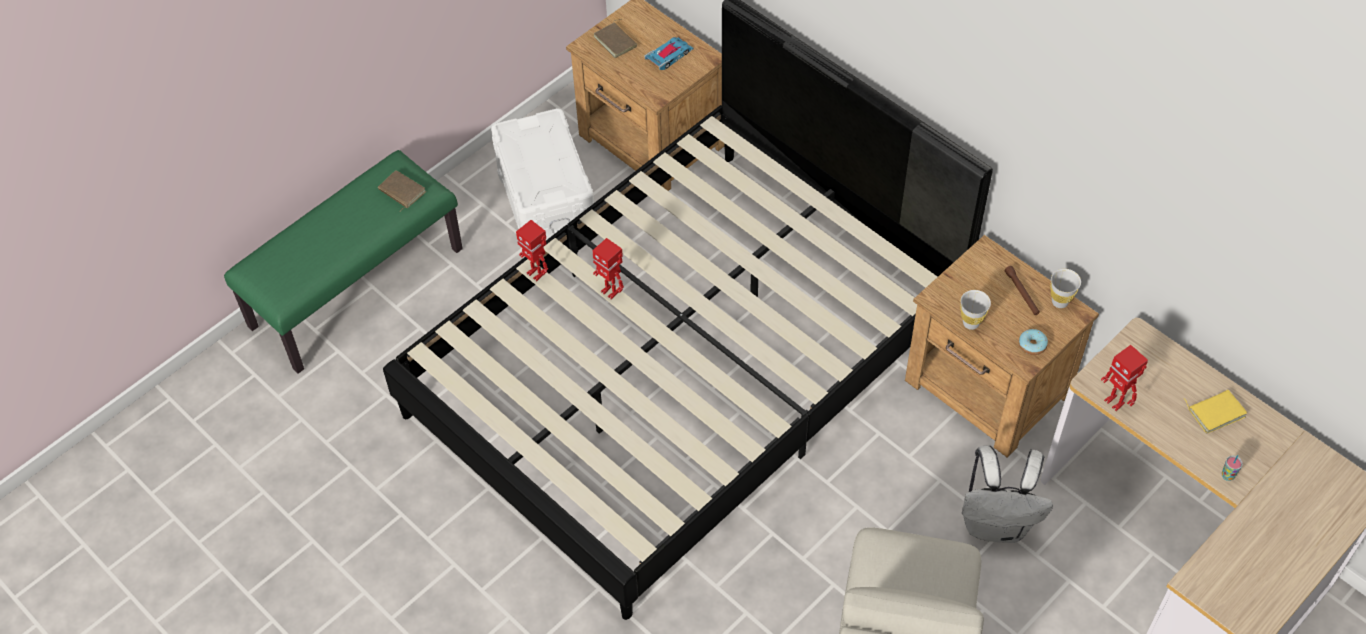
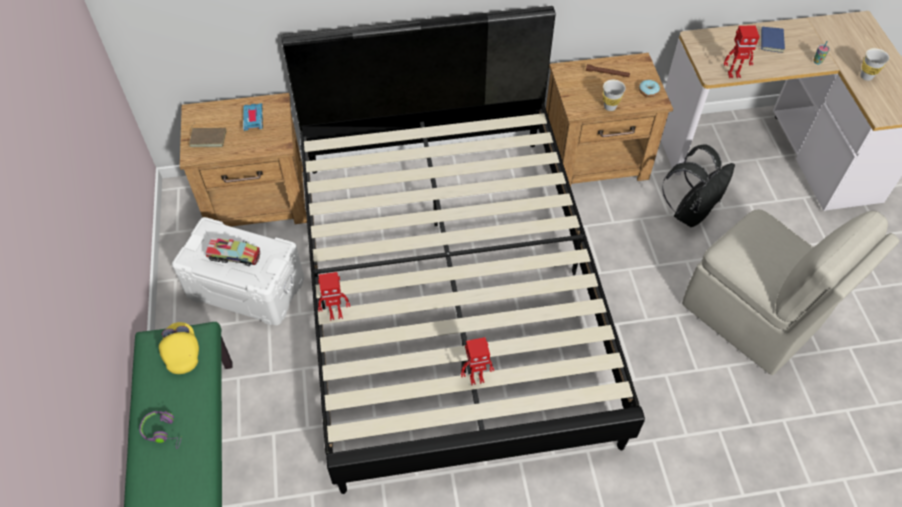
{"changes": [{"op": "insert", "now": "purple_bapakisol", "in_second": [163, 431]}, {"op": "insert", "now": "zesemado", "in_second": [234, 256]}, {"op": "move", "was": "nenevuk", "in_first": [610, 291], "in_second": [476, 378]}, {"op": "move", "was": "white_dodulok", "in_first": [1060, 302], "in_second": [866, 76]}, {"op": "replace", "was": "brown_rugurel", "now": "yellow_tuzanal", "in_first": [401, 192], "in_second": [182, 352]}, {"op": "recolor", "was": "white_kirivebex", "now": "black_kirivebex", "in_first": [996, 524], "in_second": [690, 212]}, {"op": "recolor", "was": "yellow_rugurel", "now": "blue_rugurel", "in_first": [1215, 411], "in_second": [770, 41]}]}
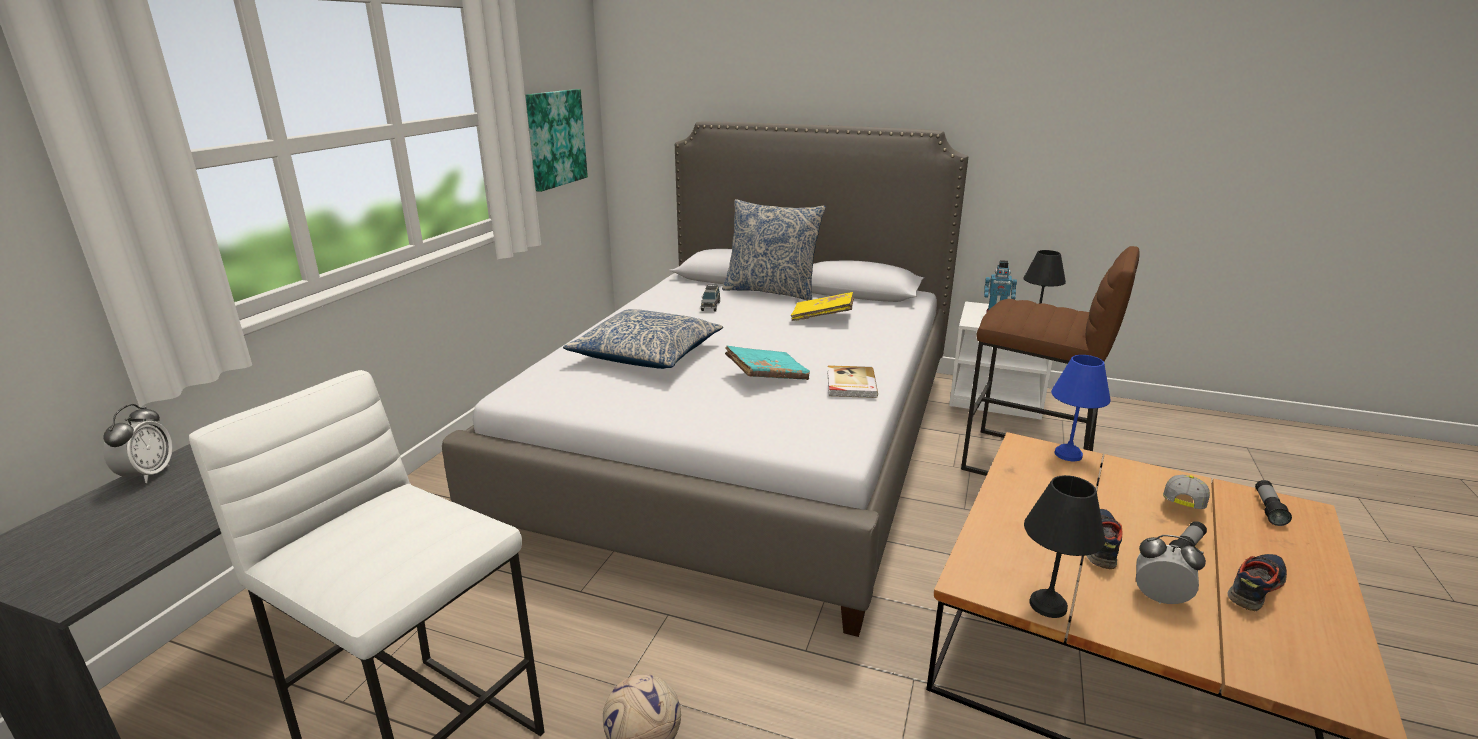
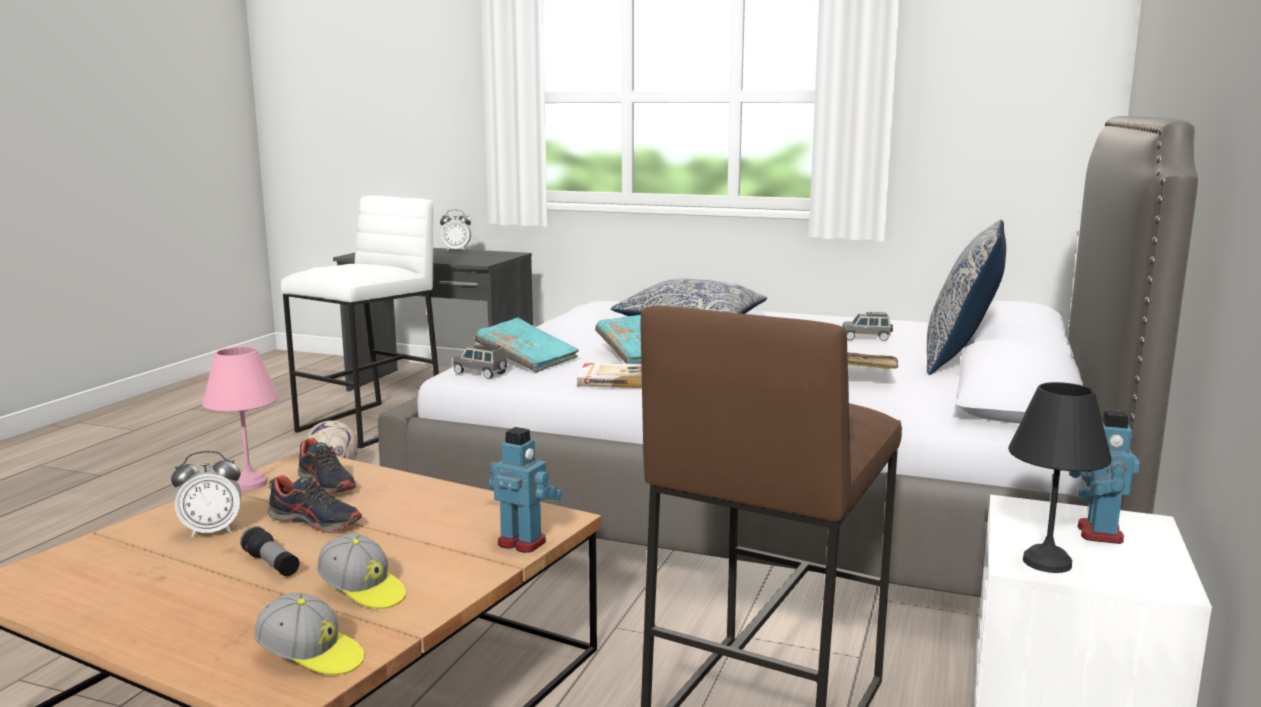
{"changes": [{"op": "delete", "was": "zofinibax", "in_first": [555, 138]}, {"op": "insert", "now": "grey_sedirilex", "in_second": [480, 373]}, {"op": "insert", "now": "turquoise_rugurel", "in_second": [526, 360]}, {"op": "move", "was": "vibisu", "in_first": [1254, 587], "in_second": [327, 484]}, {"op": "replace", "was": "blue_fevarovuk", "now": "nenevuk", "in_first": [1069, 455], "in_second": [522, 542]}, {"op": "replace", "was": "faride", "now": "tuzanal", "in_first": [1268, 509], "in_second": [311, 656]}, {"op": "recolor", "was": "black_fevarovuk", "now": "pink_fevarovuk", "in_first": [1046, 605], "in_second": [249, 483]}, {"op": "rotate", "was": "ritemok", "in_first": [1159, 598], "in_second": [212, 531], "clockwise": 45}]}
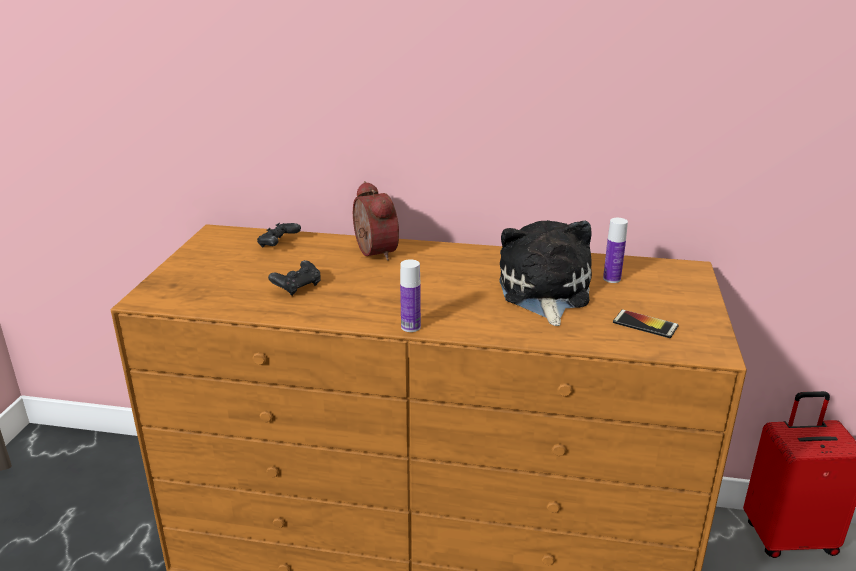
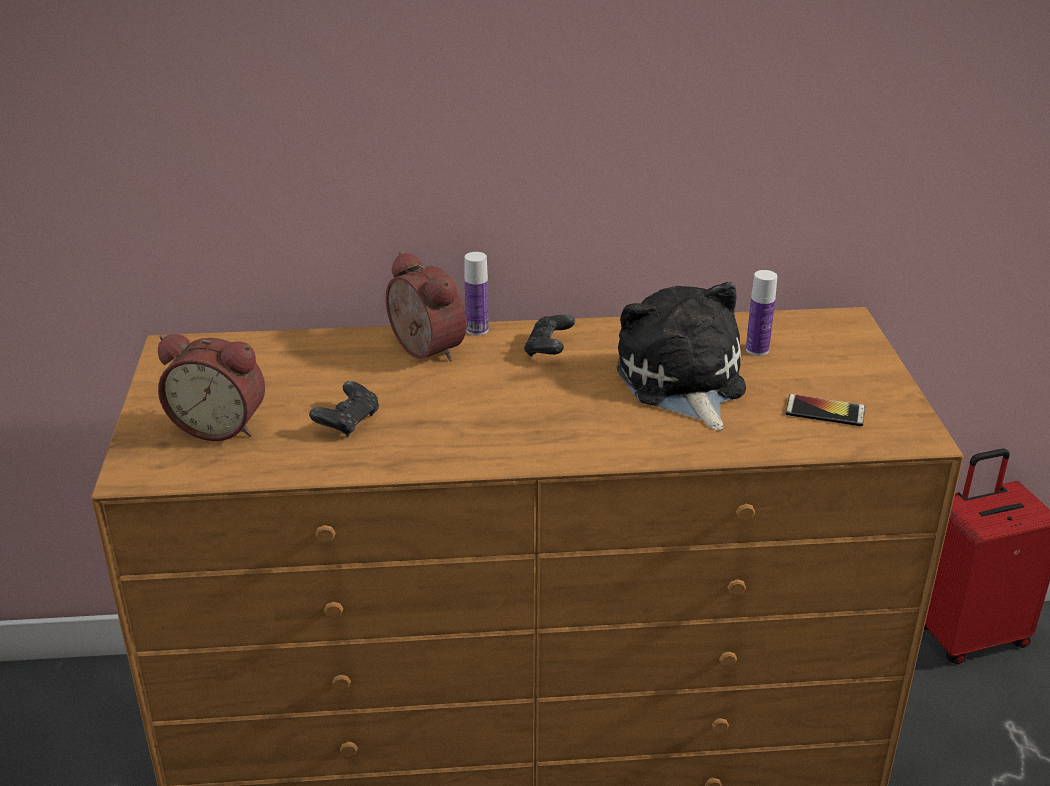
{"changes": [{"op": "insert", "now": "ritemok", "in_second": [220, 425]}, {"op": "move", "was": "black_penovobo", "in_first": [278, 244], "in_second": [548, 349]}, {"op": "move", "was": "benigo", "in_first": [410, 327], "in_second": [477, 330]}]}
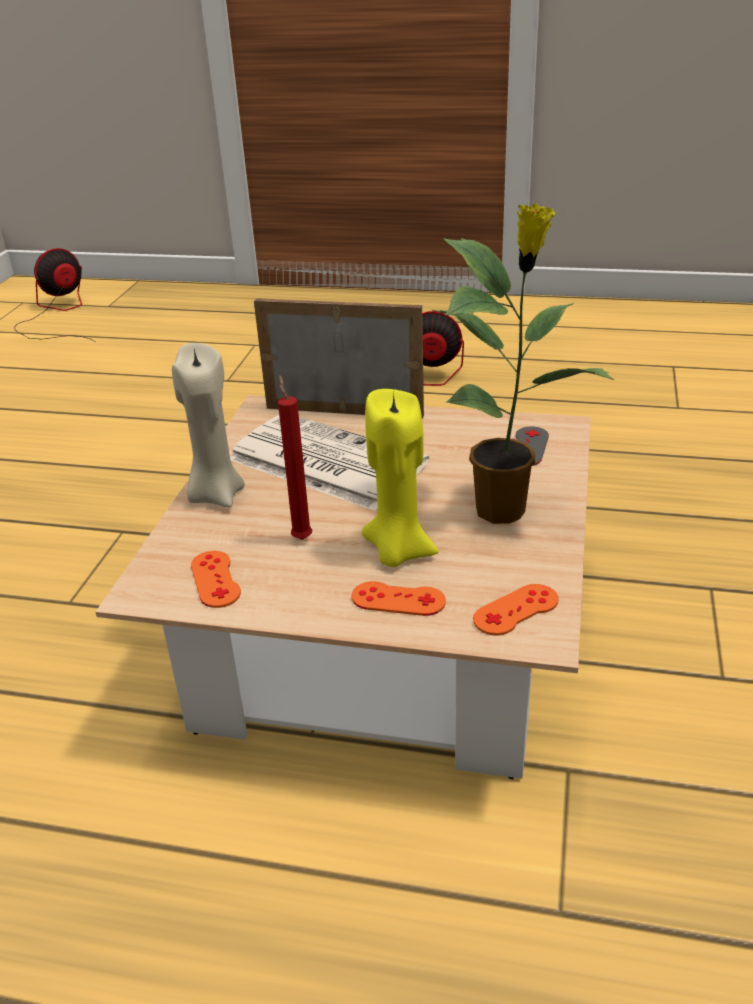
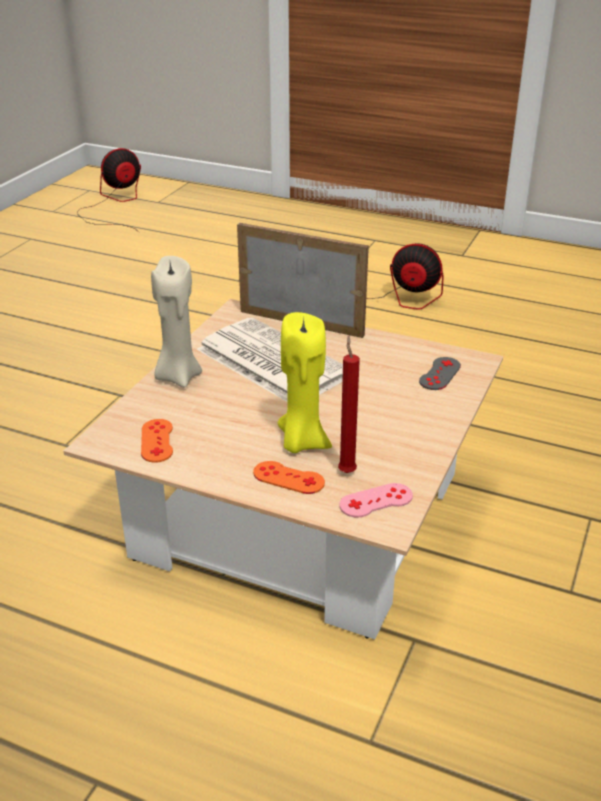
{"changes": [{"op": "delete", "was": "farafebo", "in_first": [504, 509]}, {"op": "move", "was": "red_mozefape", "in_first": [301, 537], "in_second": [346, 471]}, {"op": "recolor", "was": "orange_penovobo", "now": "pink_penovobo", "in_first": [516, 610], "in_second": [376, 501]}]}
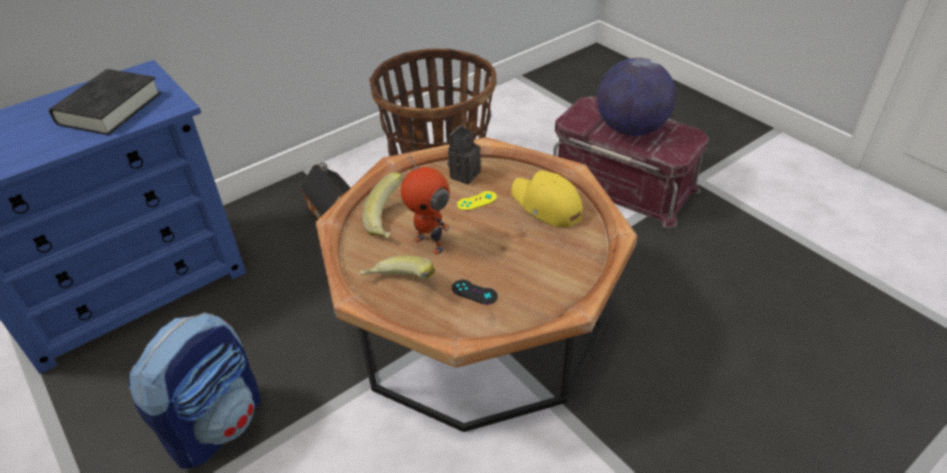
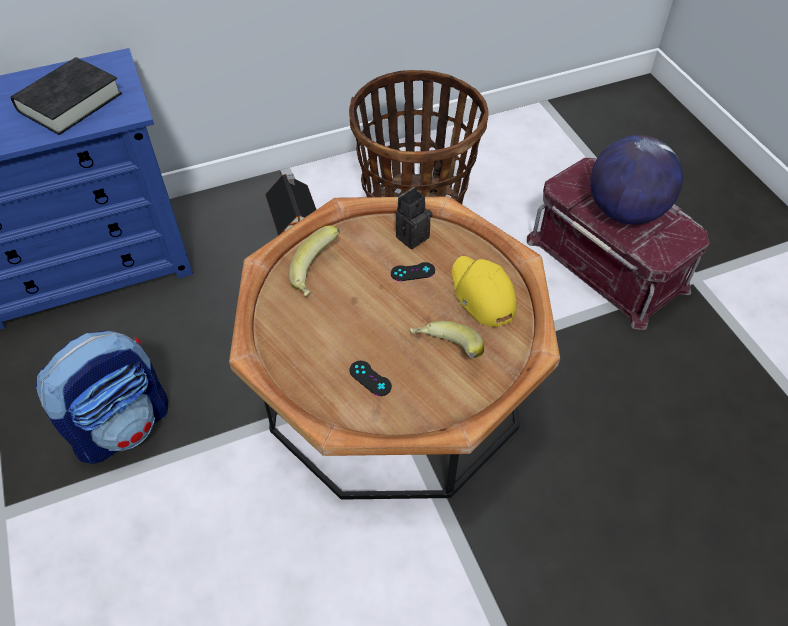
{"changes": [{"op": "delete", "was": "nenevuk", "in_first": [430, 243]}, {"op": "move", "was": "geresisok", "in_first": [398, 286], "in_second": [445, 352]}, {"op": "recolor", "was": "yellow_penovobo", "now": "black_penovobo", "in_first": [477, 201], "in_second": [412, 272]}]}
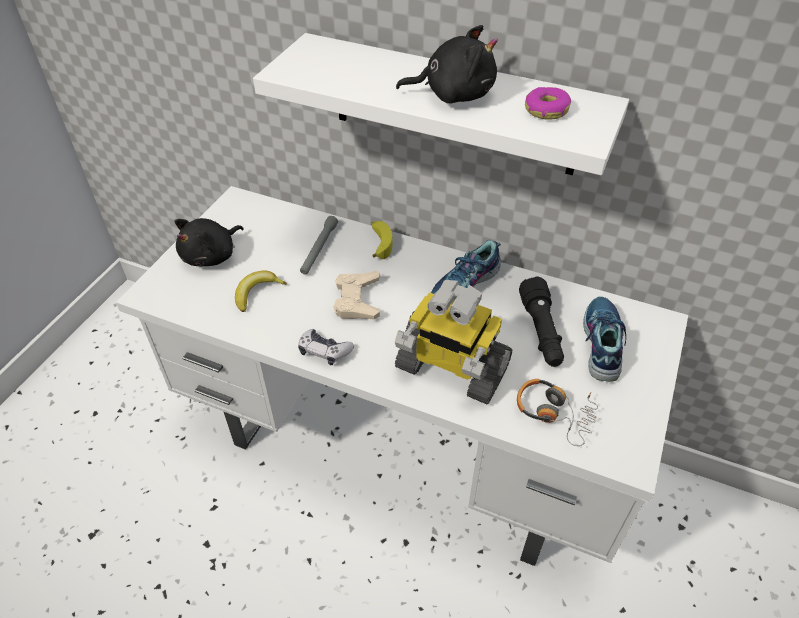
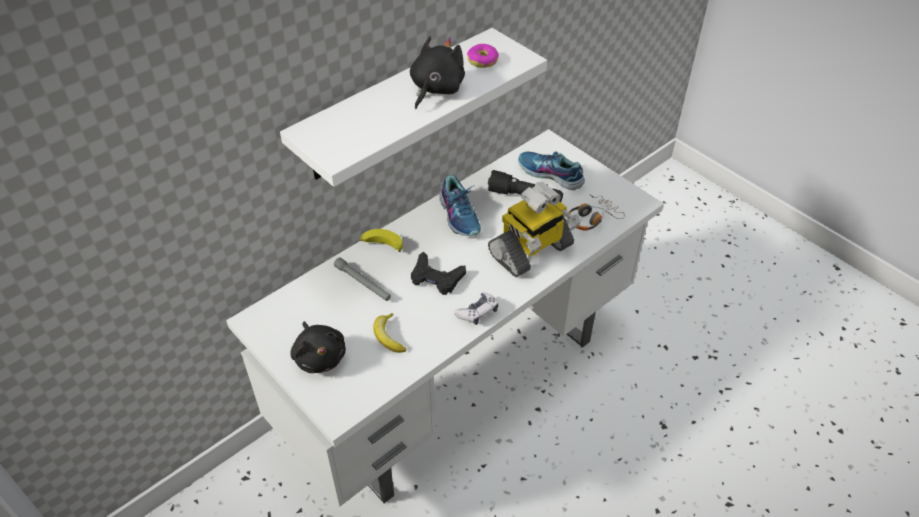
{"changes": [{"op": "recolor", "was": "beige_penovobo", "now": "black_penovobo", "in_first": [357, 300], "in_second": [436, 278]}]}
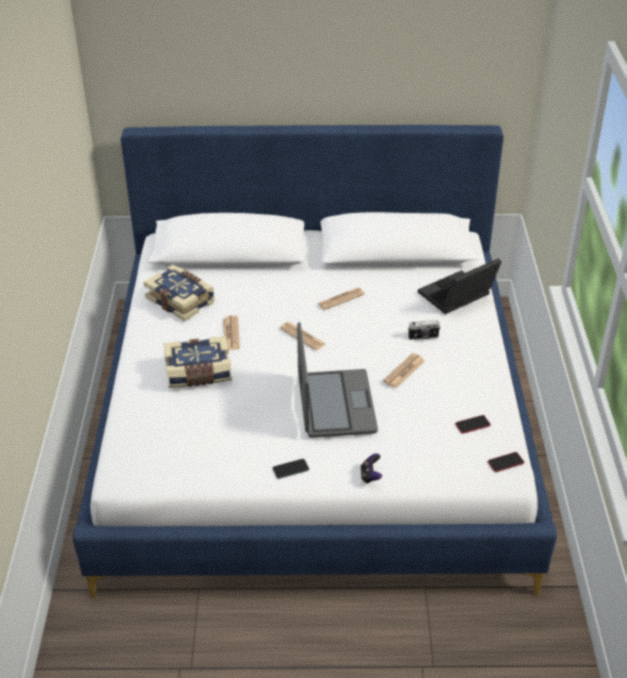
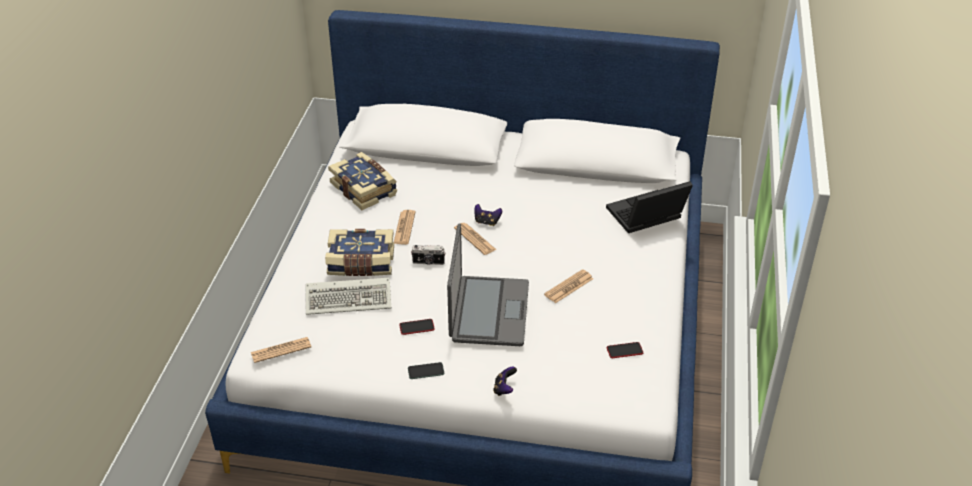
{"changes": [{"op": "insert", "now": "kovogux", "in_second": [350, 299]}, {"op": "insert", "now": "penovobo", "in_second": [487, 222]}, {"op": "move", "was": "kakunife", "in_first": [340, 299], "in_second": [281, 350]}, {"op": "move", "was": "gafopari", "in_first": [423, 337], "in_second": [428, 262]}, {"op": "move", "was": "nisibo", "in_first": [505, 462], "in_second": [417, 327]}]}
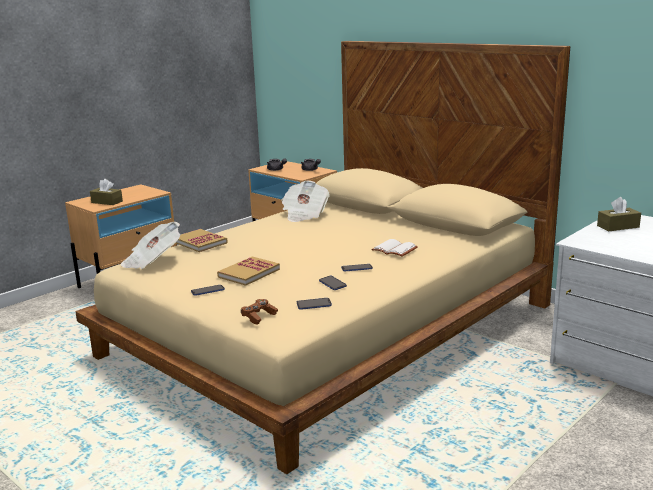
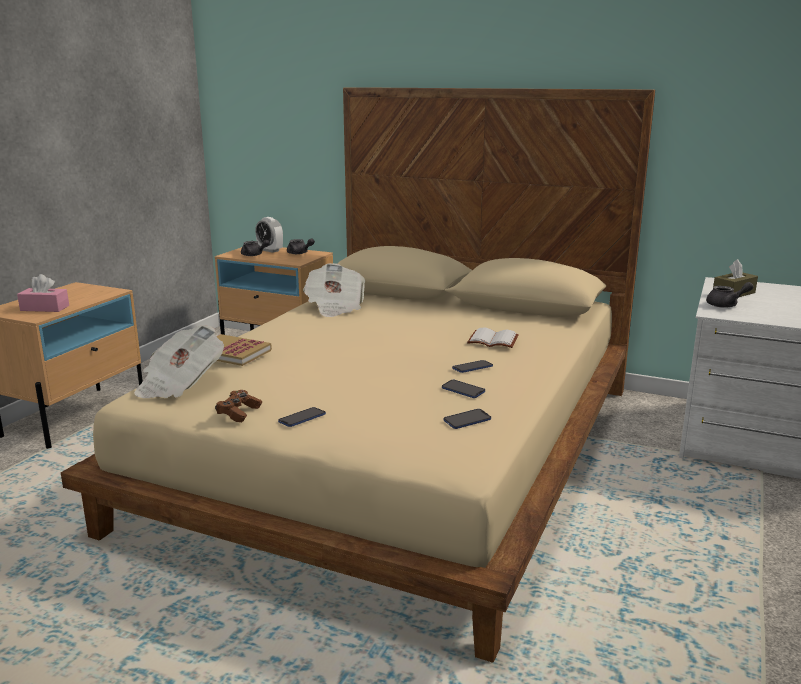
{"changes": [{"op": "delete", "was": "rugurel", "in_first": [249, 273]}, {"op": "insert", "now": "ritemok", "in_second": [270, 250]}, {"op": "insert", "now": "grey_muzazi", "in_second": [726, 305]}, {"op": "move", "was": "brown_penovobo", "in_first": [259, 317], "in_second": [239, 413]}, {"op": "recolor", "was": "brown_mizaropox", "now": "pink_mizaropox", "in_first": [107, 202], "in_second": [45, 308]}]}
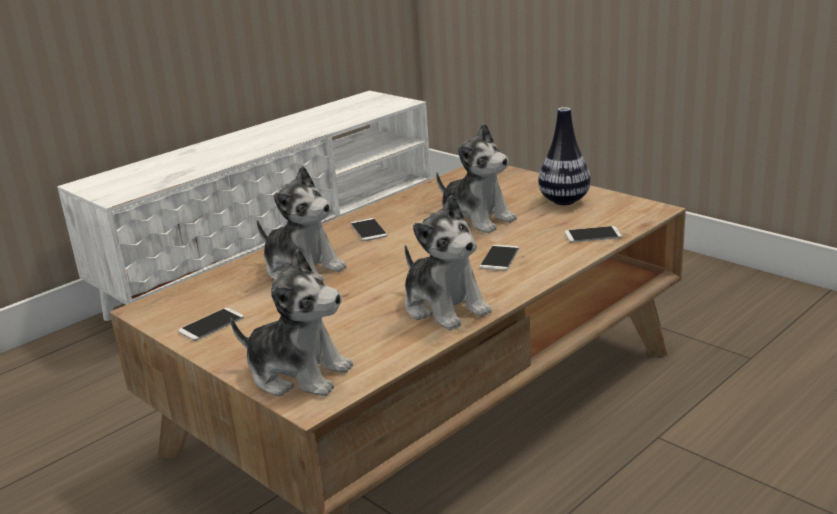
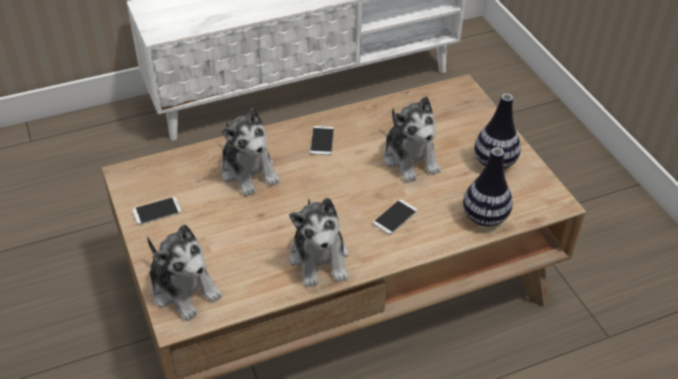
{"changes": [{"op": "replace", "was": "nisibo", "now": "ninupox", "in_first": [593, 235], "in_second": [485, 217]}]}
